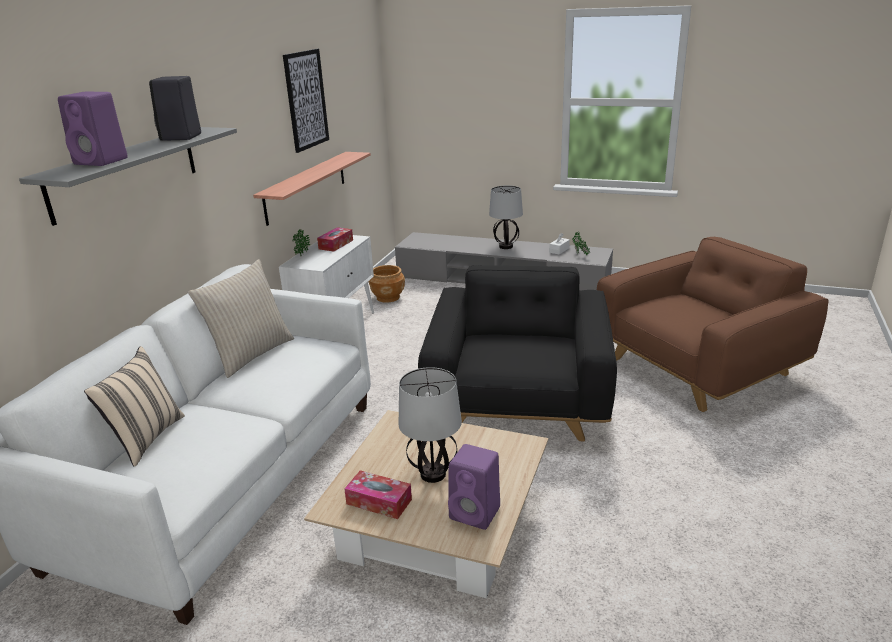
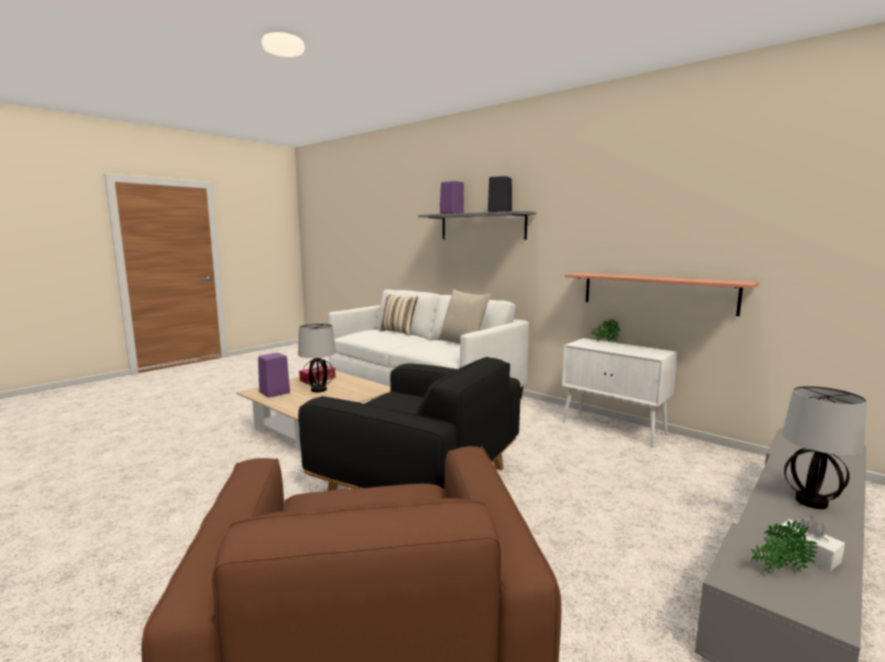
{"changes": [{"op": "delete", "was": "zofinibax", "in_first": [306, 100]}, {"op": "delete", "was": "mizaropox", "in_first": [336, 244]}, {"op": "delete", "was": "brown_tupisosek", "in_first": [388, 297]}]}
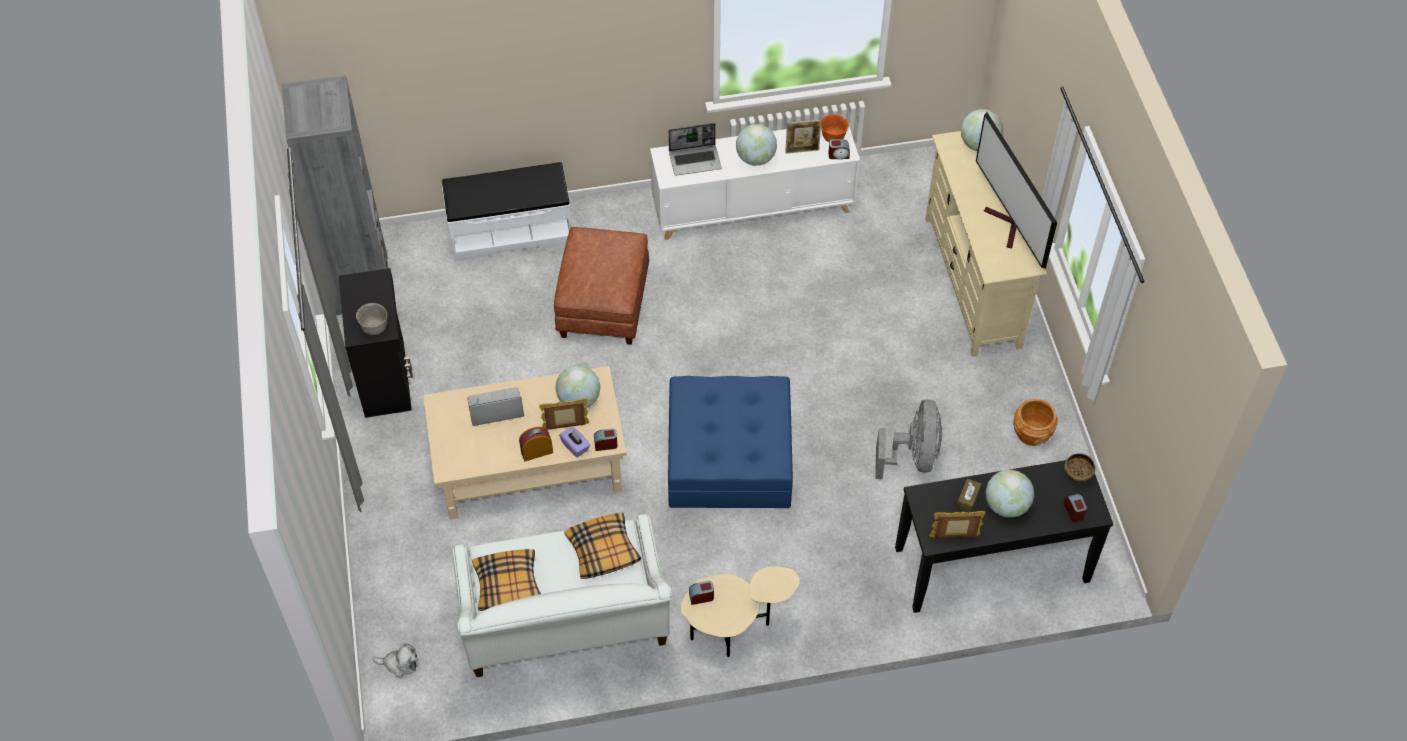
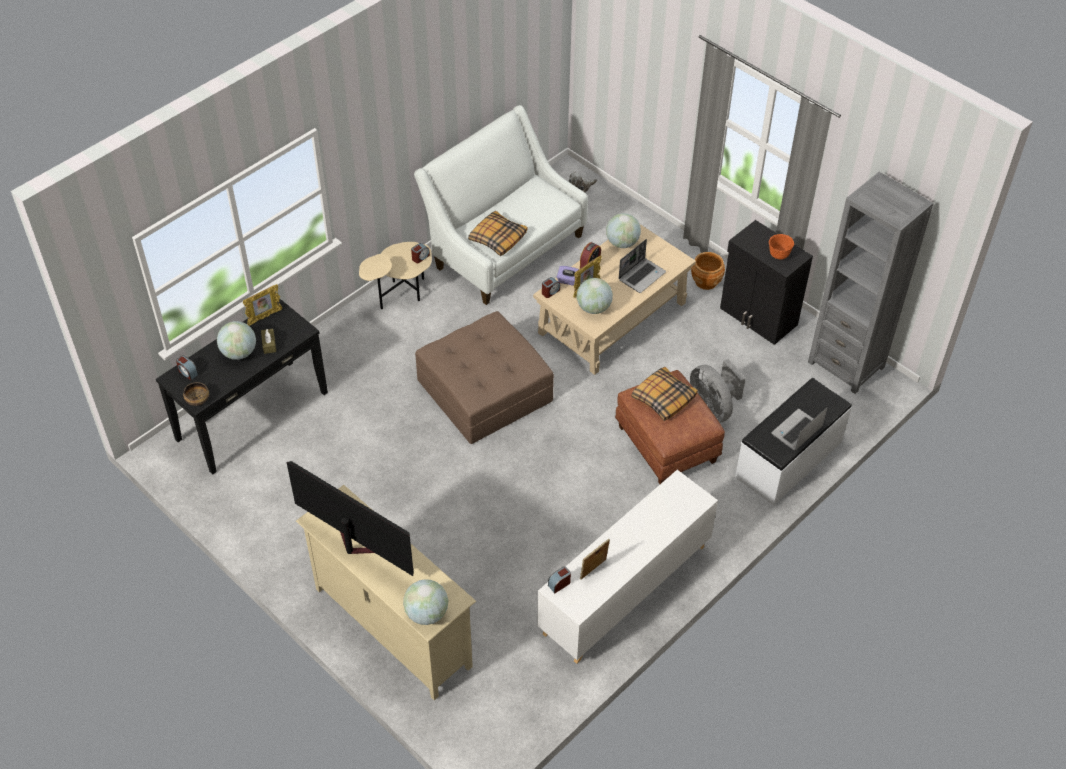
{"changes": [{"op": "delete", "was": "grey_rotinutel", "in_first": [374, 328]}, {"op": "move", "was": "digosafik", "in_first": [507, 585], "in_second": [663, 398]}, {"op": "move", "was": "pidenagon", "in_first": [695, 160], "in_second": [797, 431]}, {"op": "move", "was": "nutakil", "in_first": [755, 158], "in_second": [622, 243]}, {"op": "move", "was": "orange_rotinutel", "in_first": [833, 137], "in_second": [779, 255]}, {"op": "move", "was": "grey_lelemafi", "in_first": [913, 457], "in_second": [713, 408]}, {"op": "move", "was": "brown_tupisosek", "in_first": [1031, 433], "in_second": [706, 281]}, {"op": "recolor", "was": "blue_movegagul", "now": "brown_movegagul", "in_first": [728, 456], "in_second": [485, 390]}]}
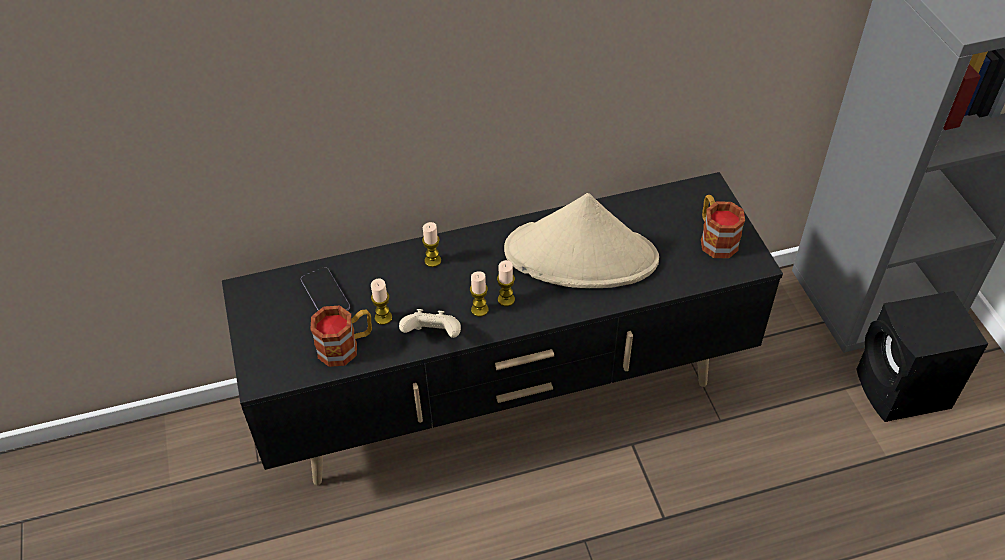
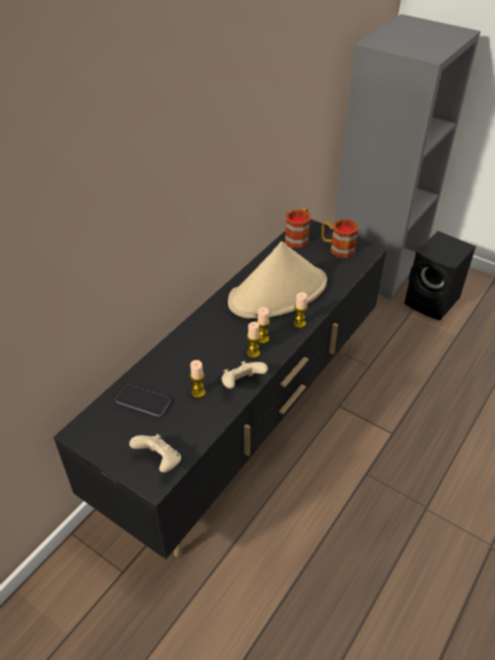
{"changes": [{"op": "insert", "now": "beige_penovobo", "in_second": [159, 461]}, {"op": "move", "was": "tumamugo", "in_first": [346, 346], "in_second": [298, 237]}, {"op": "move", "was": "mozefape", "in_first": [432, 260], "in_second": [299, 323]}]}
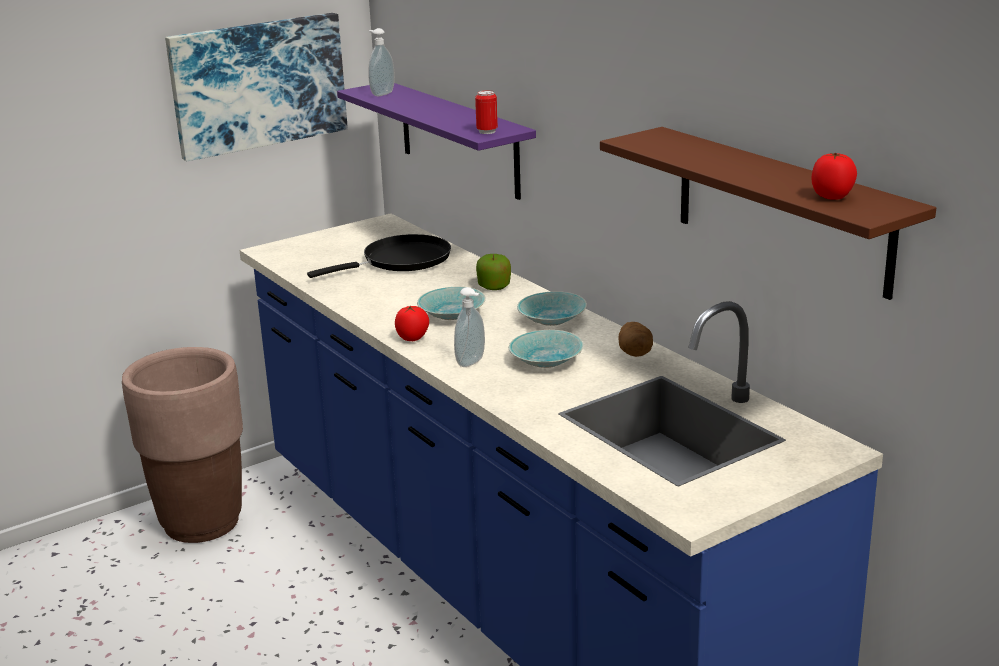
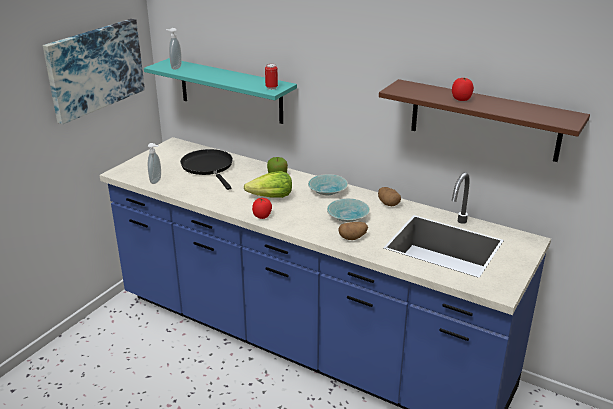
{"changes": [{"op": "delete", "was": "brown_tupisosek", "in_first": [202, 523]}, {"op": "insert", "now": "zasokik", "in_second": [352, 238]}, {"op": "move", "was": "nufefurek", "in_first": [472, 363], "in_second": [157, 181]}, {"op": "move", "was": "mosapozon", "in_first": [832, 197], "in_second": [461, 99]}, {"op": "replace", "was": "turquoise_rotinutel", "now": "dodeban", "in_first": [452, 315], "in_second": [271, 197]}, {"op": "recolor", "was": "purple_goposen", "now": "turquoise_goposen", "in_first": [458, 139], "in_second": [230, 91]}, {"op": "rotate", "was": "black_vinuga", "in_first": [401, 260], "in_second": [208, 167], "clockwise": -60}]}
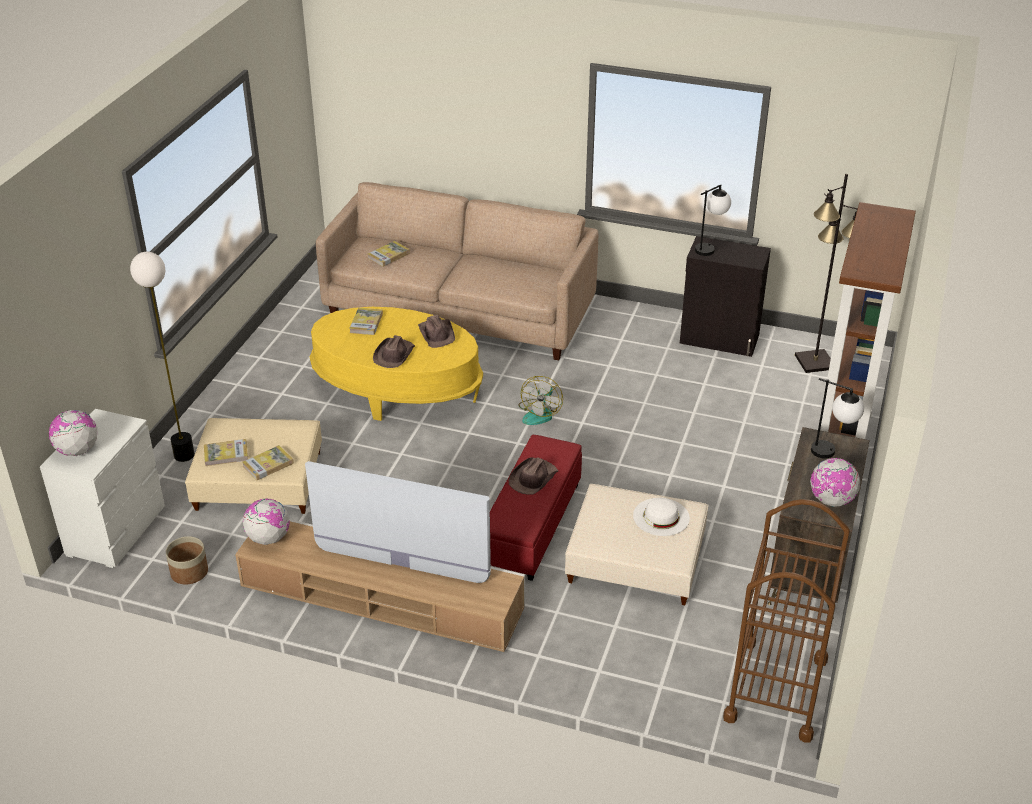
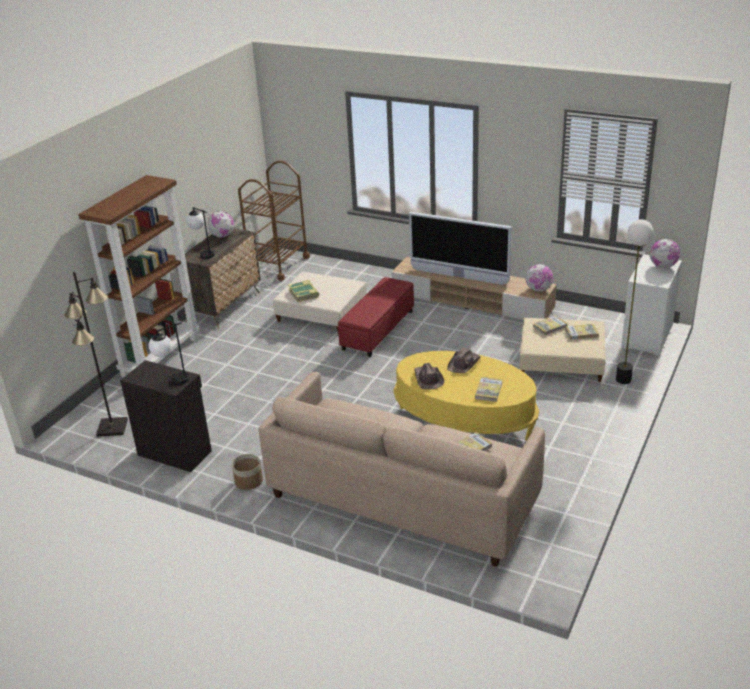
{"changes": [{"op": "delete", "was": "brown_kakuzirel", "in_first": [533, 478]}, {"op": "delete", "was": "lelemafi", "in_first": [540, 413]}, {"op": "move", "was": "tupisosek", "in_first": [189, 572], "in_second": [248, 481]}, {"op": "replace", "was": "white_kakuzirel", "now": "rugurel", "in_first": [661, 516], "in_second": [304, 293]}]}
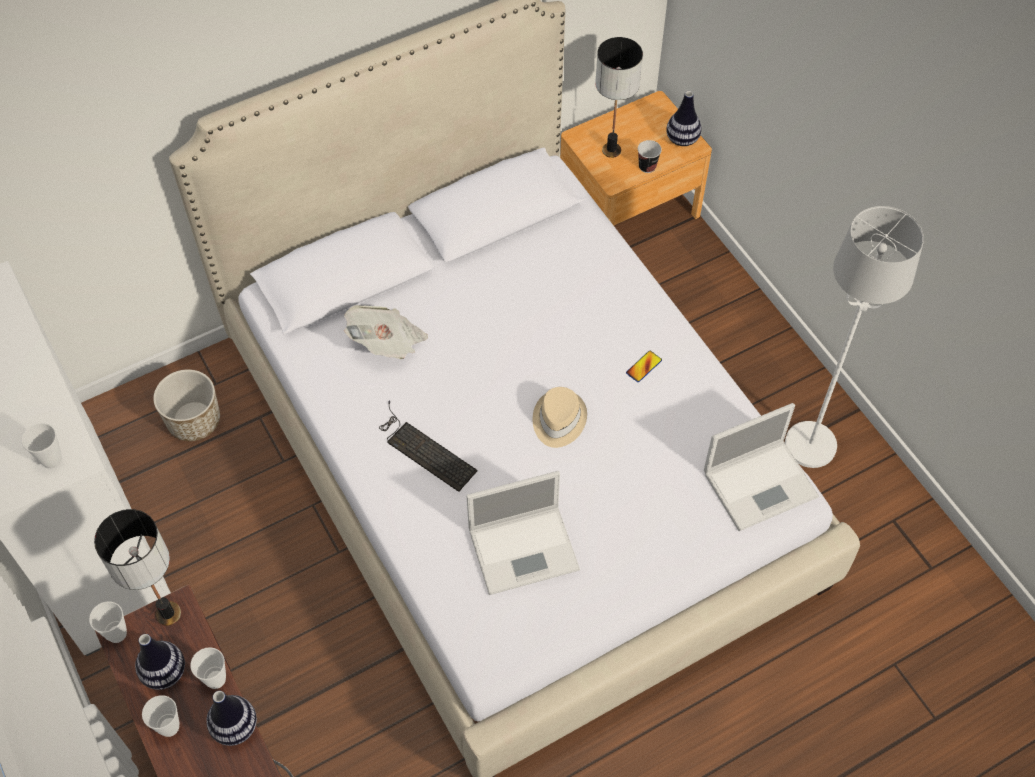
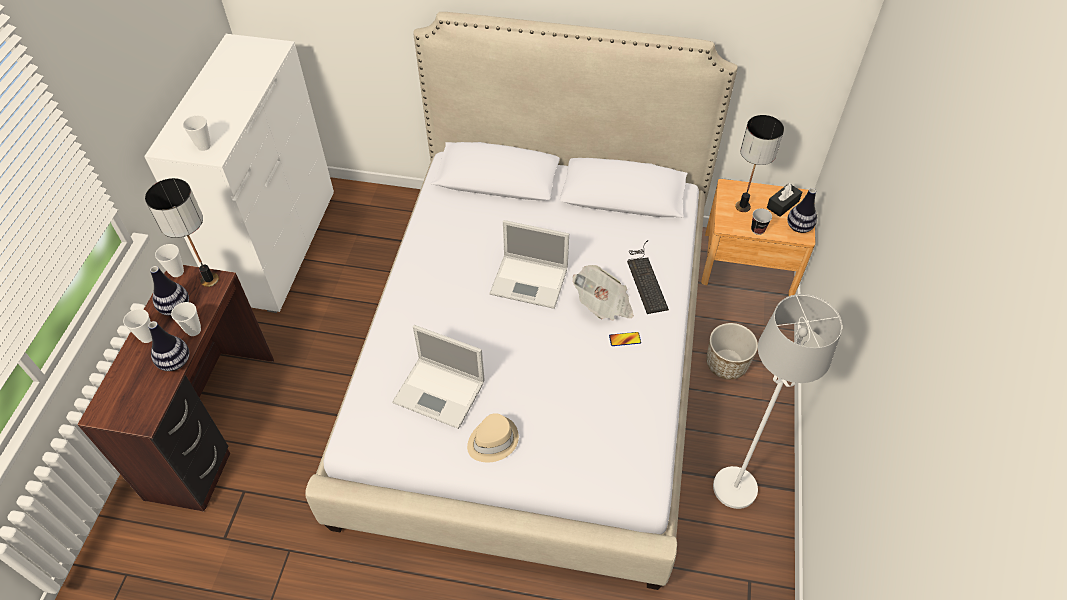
{"changes": [{"op": "insert", "now": "black_mizaropox", "in_second": [782, 204]}, {"op": "move", "was": "tupisosek", "in_first": [194, 421], "in_second": [726, 364]}, {"op": "move", "was": "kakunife", "in_first": [387, 343], "in_second": [603, 305]}, {"op": "move", "was": "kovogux", "in_first": [424, 449], "in_second": [646, 278]}, {"op": "move", "was": "beige_kakuzirel", "in_first": [558, 420], "in_second": [492, 440]}, {"op": "move", "was": "pidenagon", "in_first": [762, 483], "in_second": [530, 281]}]}
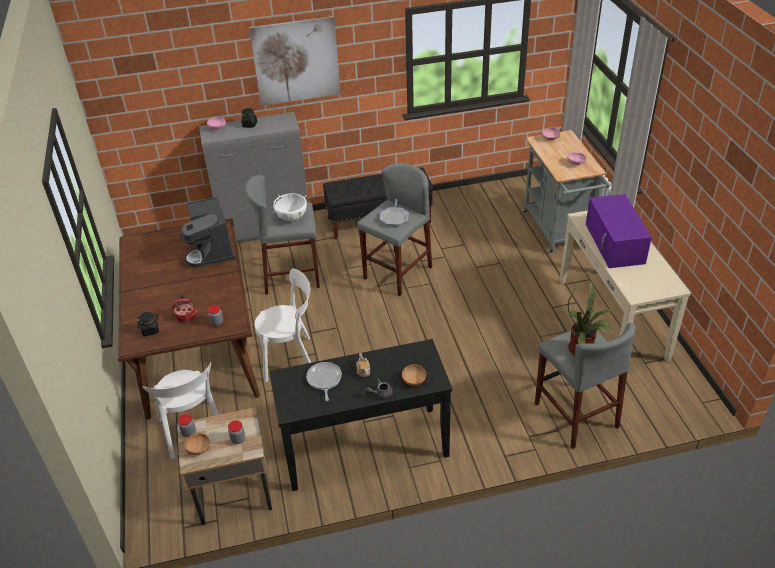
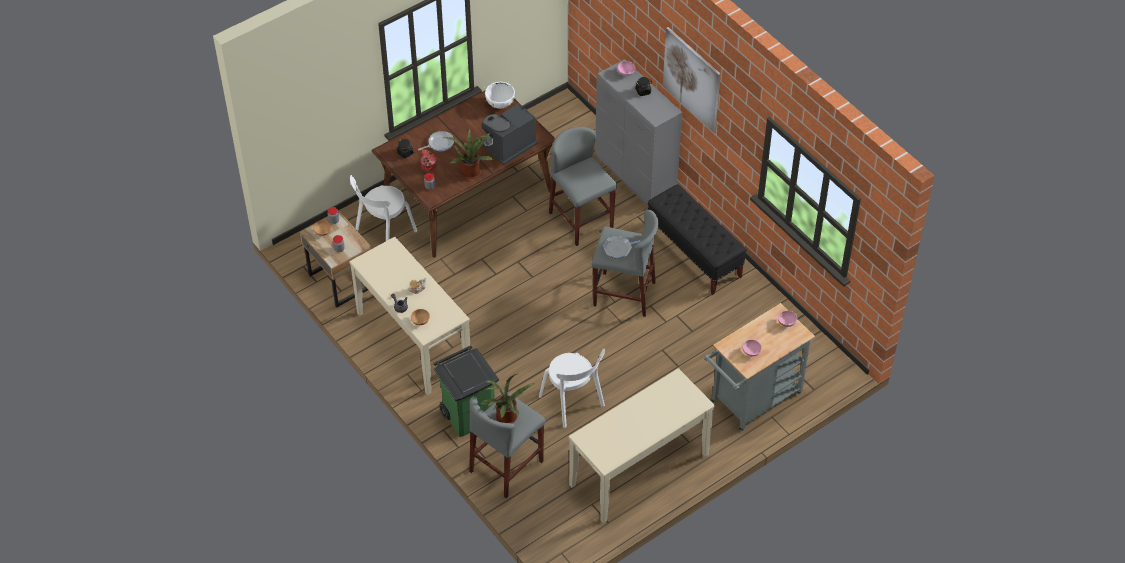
{"changes": [{"op": "delete", "was": "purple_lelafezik", "in_first": [615, 244]}, {"op": "insert", "now": "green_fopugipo", "in_second": [468, 415]}, {"op": "insert", "now": "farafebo", "in_second": [471, 171]}, {"op": "move", "was": "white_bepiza", "in_first": [291, 358], "in_second": [573, 403]}, {"op": "move", "was": "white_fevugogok", "in_first": [291, 218], "in_second": [500, 104]}, {"op": "move", "was": "vinuga", "in_first": [324, 380], "in_second": [439, 143]}, {"op": "recolor", "was": "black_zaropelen", "now": "beige_zaropelen", "in_first": [365, 448], "in_second": [413, 341]}]}
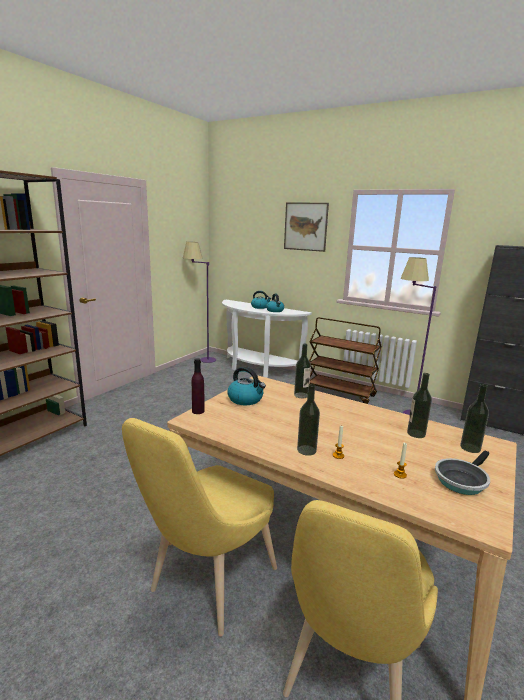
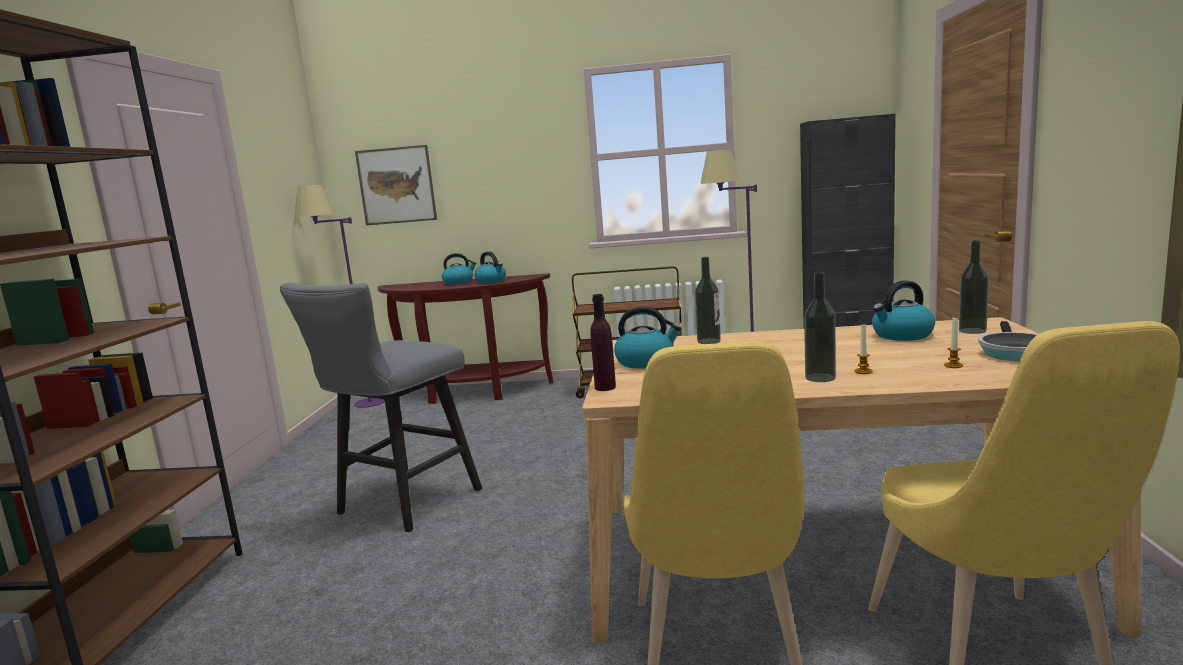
{"changes": [{"op": "insert", "now": "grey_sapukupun", "in_second": [401, 505]}, {"op": "move", "was": "zofinibax", "in_first": [305, 226], "in_second": [396, 185]}, {"op": "replace", "was": "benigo", "now": "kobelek", "in_first": [416, 433], "in_second": [902, 335]}, {"op": "recolor", "was": "white_zaropelen", "now": "brown_zaropelen", "in_first": [257, 369], "in_second": [471, 392]}]}
